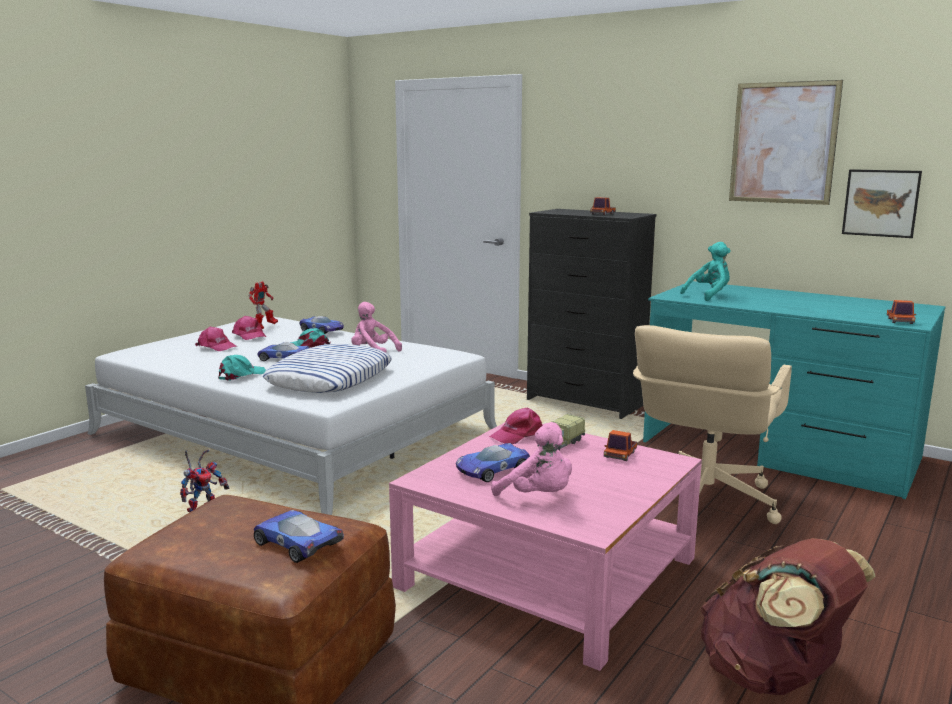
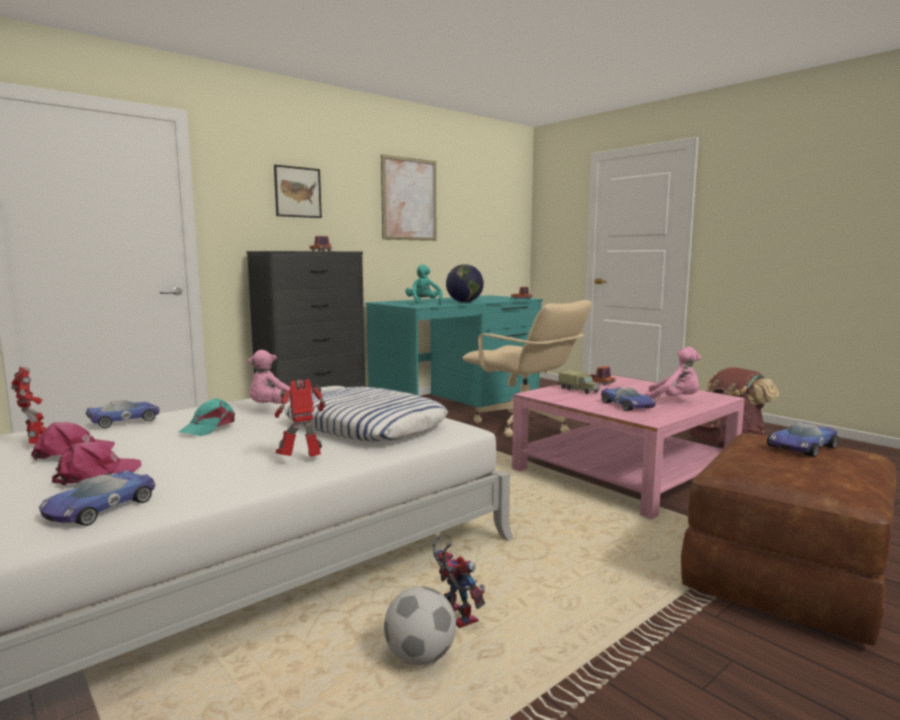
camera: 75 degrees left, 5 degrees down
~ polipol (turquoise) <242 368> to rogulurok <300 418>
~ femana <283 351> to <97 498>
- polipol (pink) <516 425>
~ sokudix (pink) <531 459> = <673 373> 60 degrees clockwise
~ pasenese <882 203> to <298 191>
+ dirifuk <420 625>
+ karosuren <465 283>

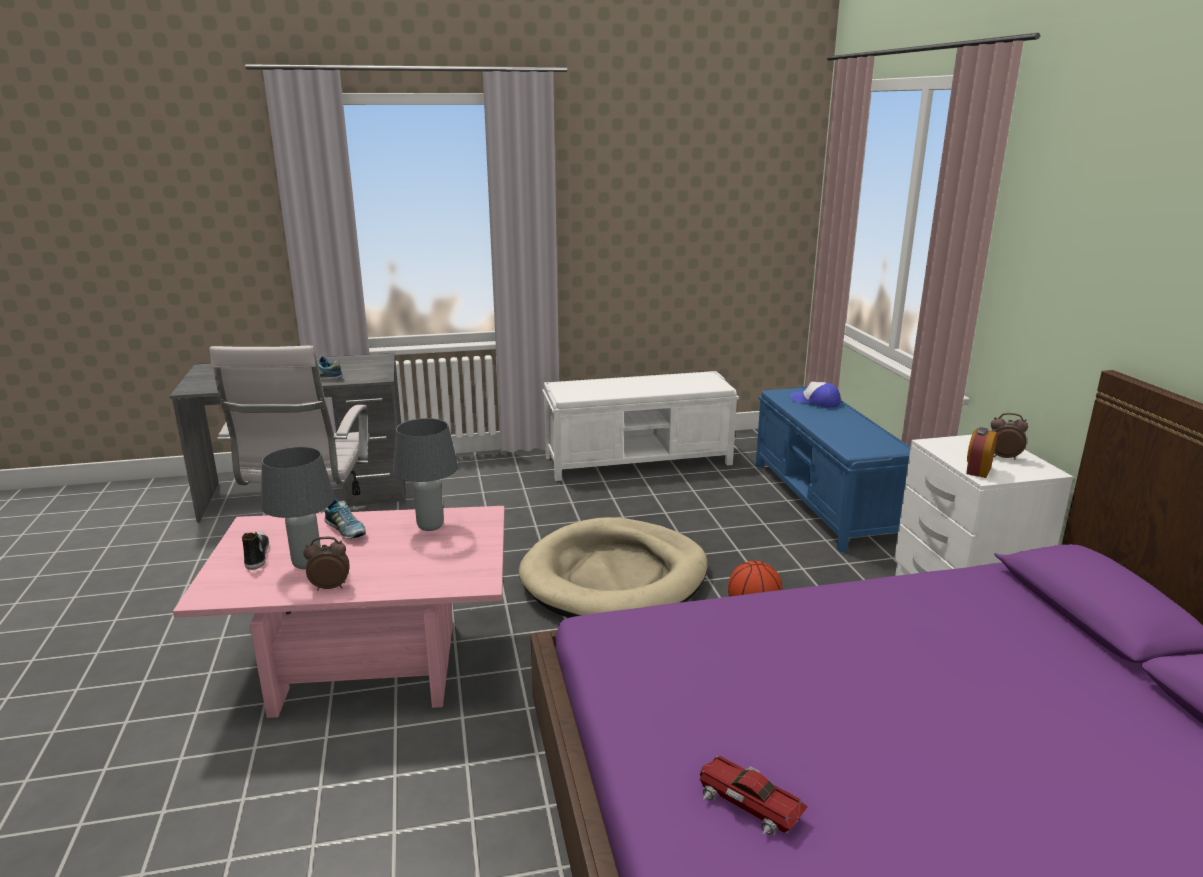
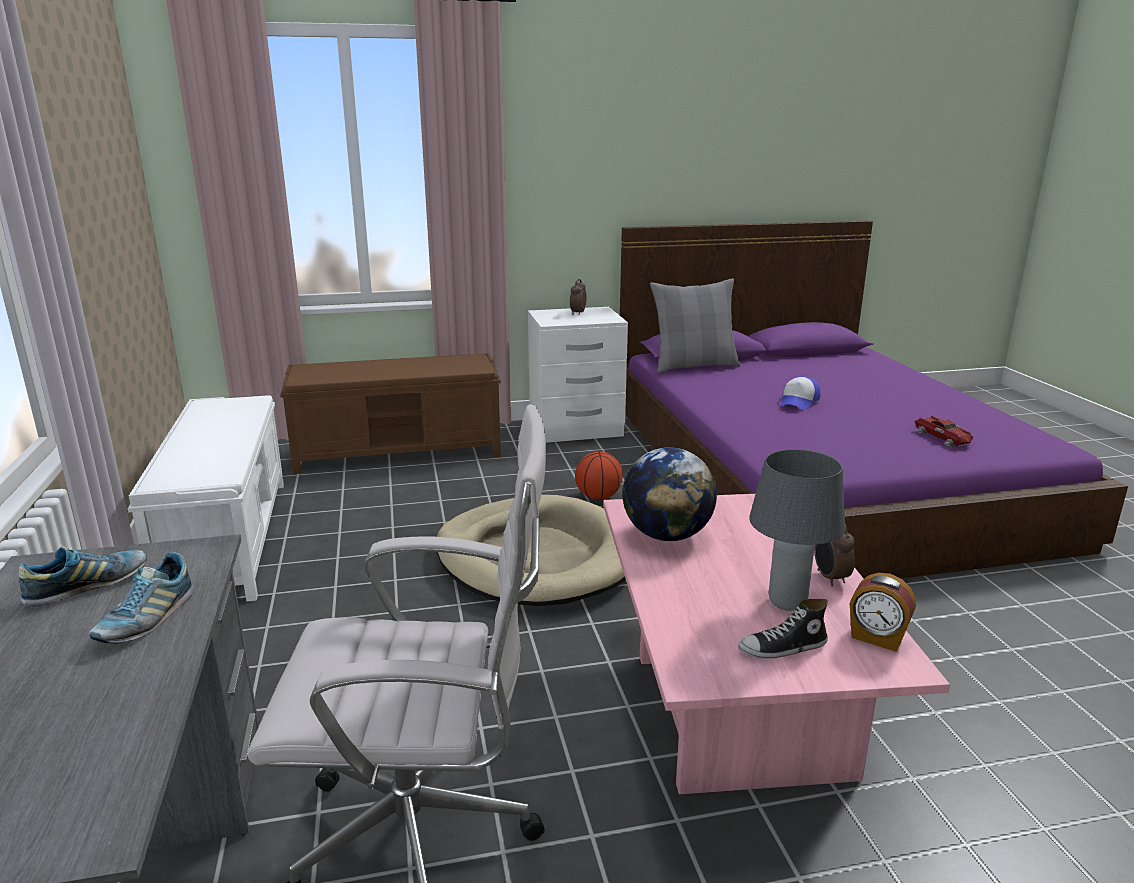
camera: 90 degrees left, 0 degrees up
~ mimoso <345 518> to <83 576>
~ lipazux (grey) <425 474> to karosuren <669 494>
~ femana <754 795> = <943 432> 60 degrees counterclockwise
~ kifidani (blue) <833 469> to kifidani (brown) <390 413>
~ polipol <816 395> to <800 393>
~ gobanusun <981 452> to <882 612>
+ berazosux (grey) <695 325>

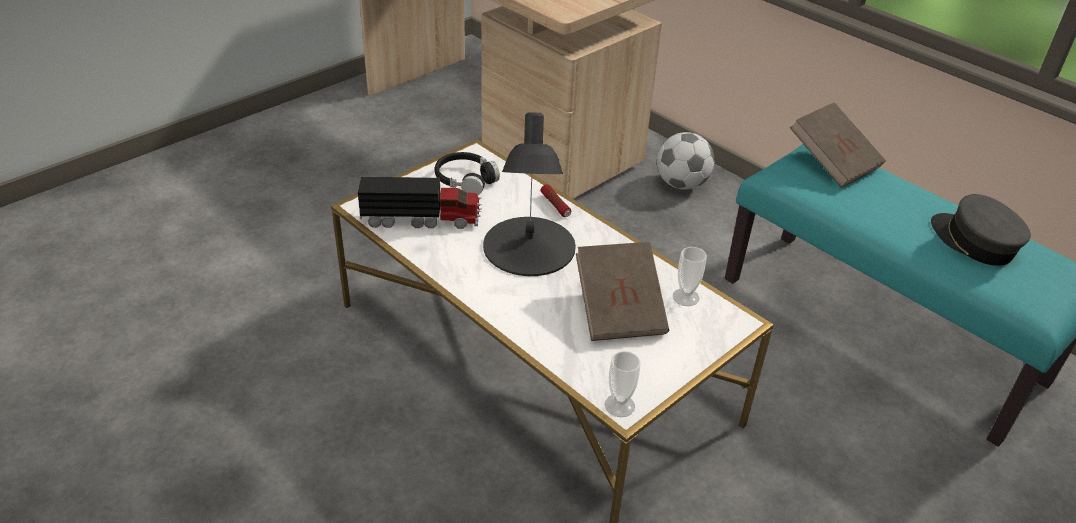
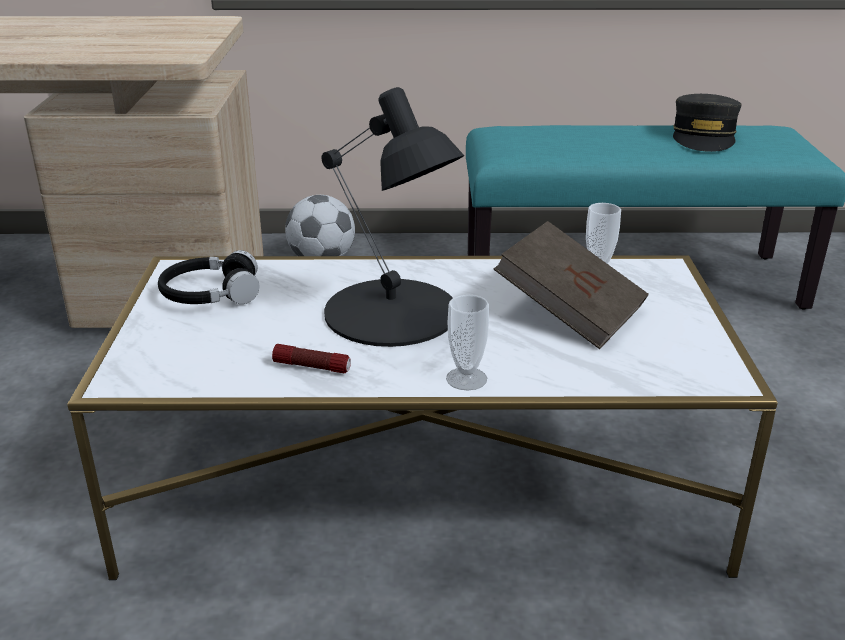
camera: 45 degrees left, 10 degrees down
- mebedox <420 203>
~ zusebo <556 200> to <311 359>
~ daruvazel <623 384> to <467 342>
- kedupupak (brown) <838 145>
~ polipol (grey) <981 230> = <707 123> 90 degrees counterclockwise

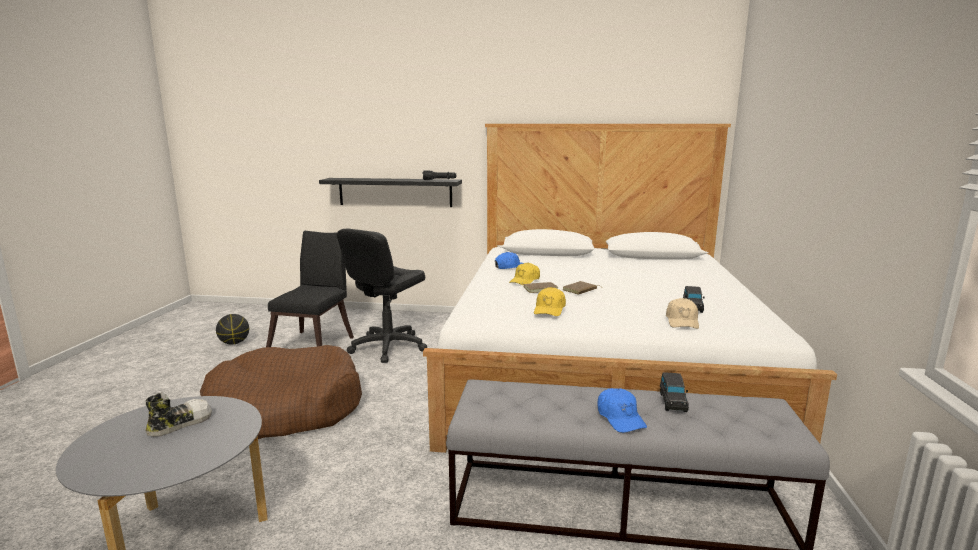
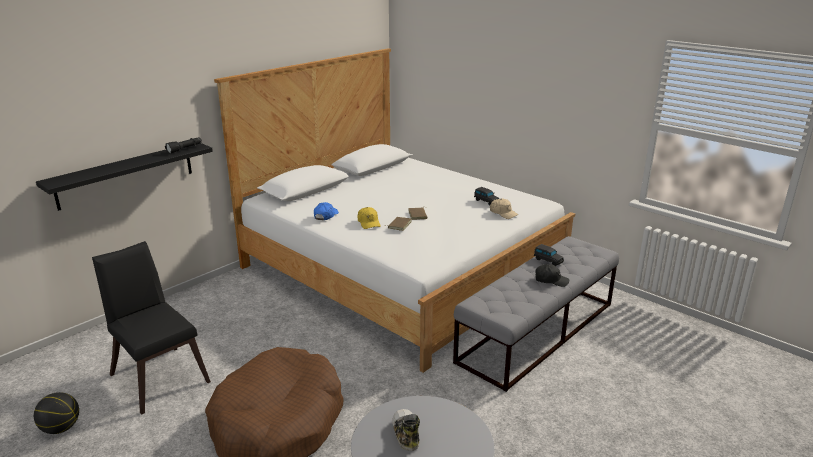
camera: 55 degrees left, 10 degrees up
- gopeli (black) <382 295>
- polipol (yellow) <550 301>
~ polipol (blue) <622 410> to polipol (black) <552 275>

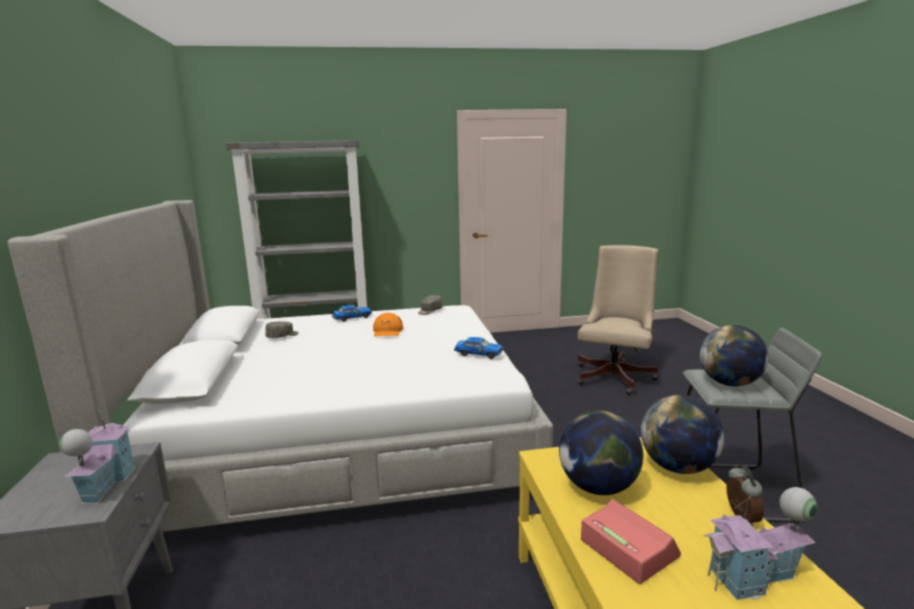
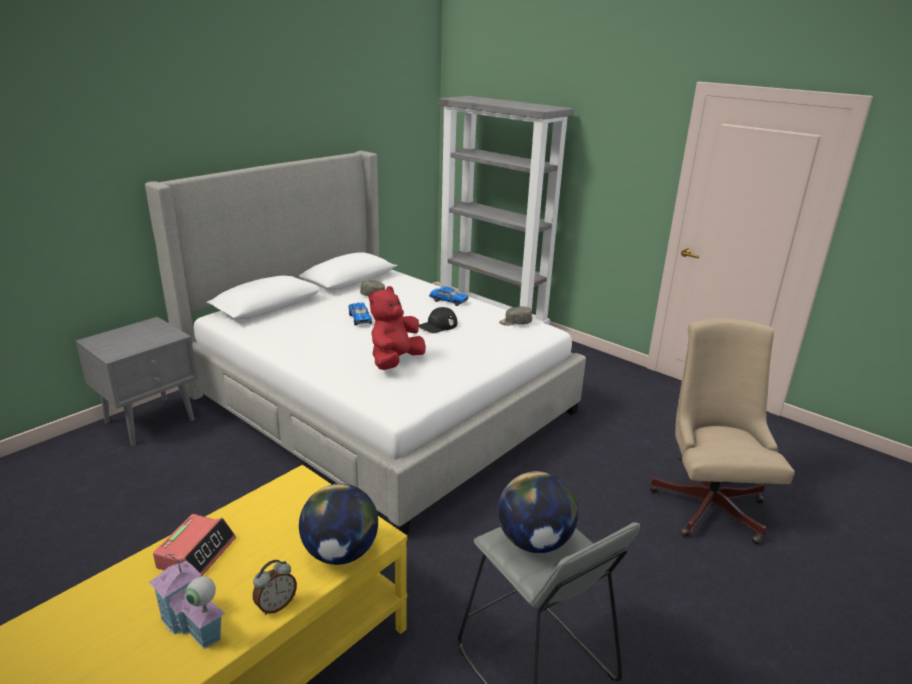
camera: 50 degrees right, 10 degrees up
- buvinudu <97 454>
~ polipol (orange) <388 325> to polipol (black) <438 320>
~ femana <479 348> to <360 314>
- karosuren <601 453>
~ gopeli (beige) <618 320> = <722 431> 75 degrees counterclockwise
+ sokudix (red) <397 328>

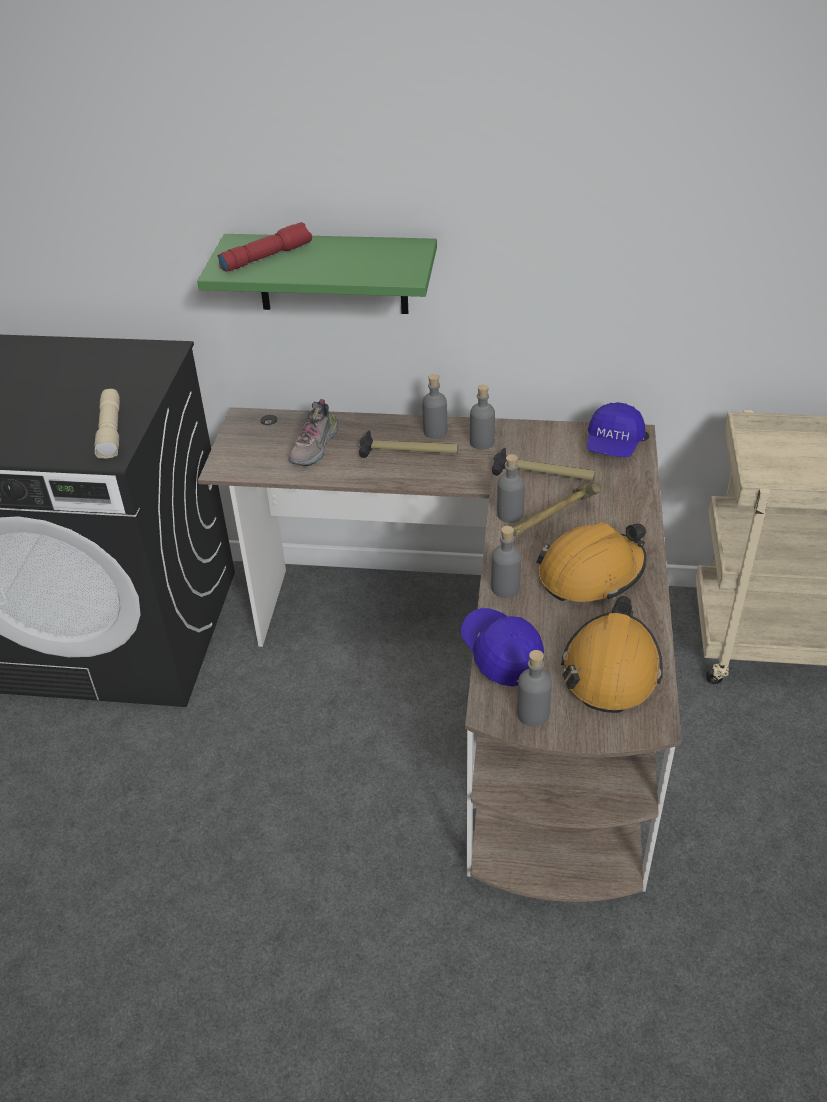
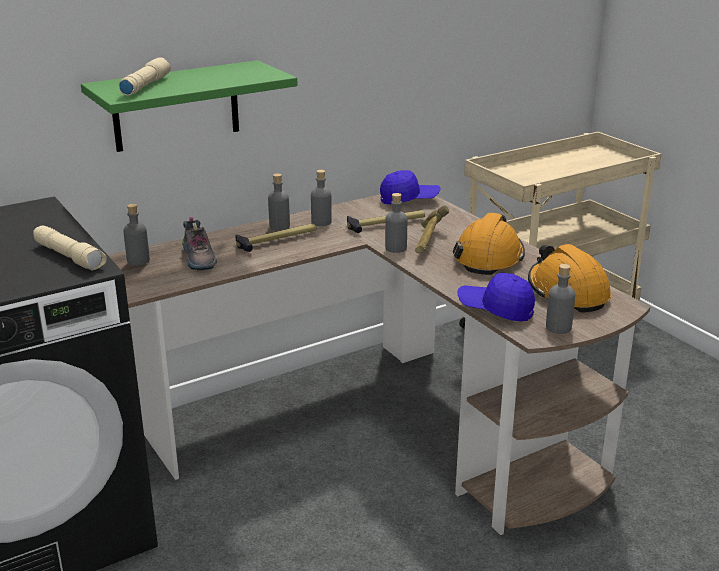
camera: 40 degrees left, 15 degrees down
~ zusebo (red) <265 247> to zusebo (beige) <145 76>
~ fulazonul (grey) <506 562> to <136 235>
~ polipol (blue) <616 429> = <410 187> 75 degrees counterclockwise

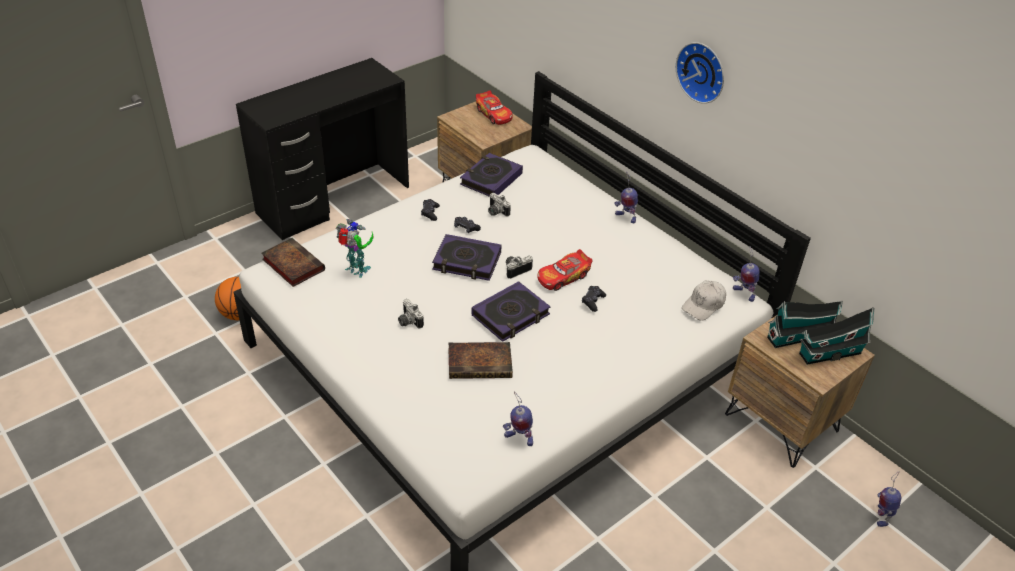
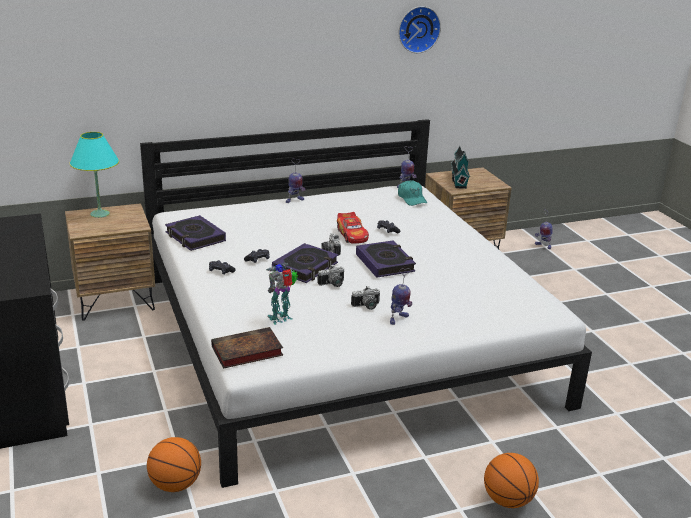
camera: 70 degrees left, 15 degrees down
- kedupupak <481 360>
~ femana <494 107> to lipazux (turquoise) <94 175>
~ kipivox <499 205> to <330 276>
~ rogulurok <518 418> to <401 296>
~ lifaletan <700 73> to <420 29>
~ polipol (white) <704 300> to polipol (turquoise) <412 193>
- buvinudu <837 336>
+ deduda <511 480>

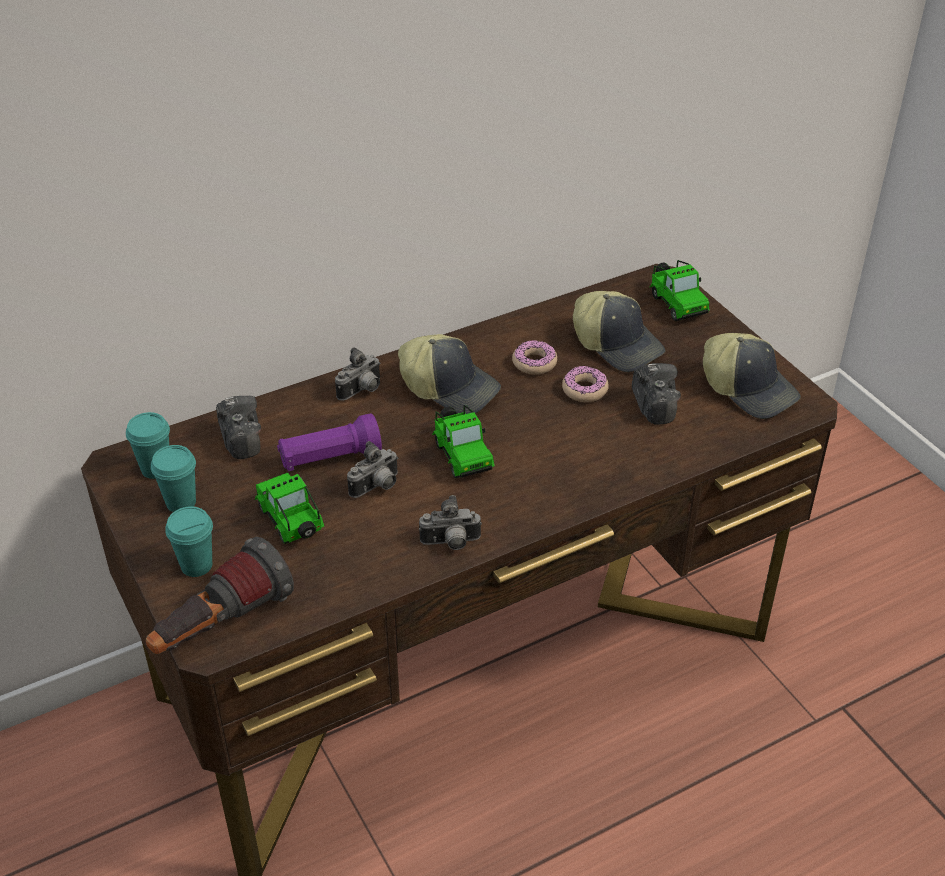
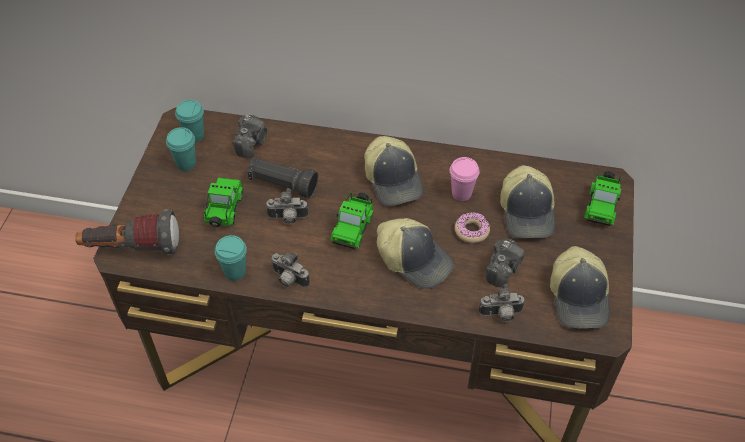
camera: 40 degrees right, 10 degrees up
~ daruvazel (turquoise) <189 541> to <231 258>
~ zusebo (purple) <329 442> to zusebo (black) <283 177>
~ kipivox <358 374> to <502 303>
~ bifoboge <534 357> to daruvazel (pink) <464 179>
+ polipol <415 253>

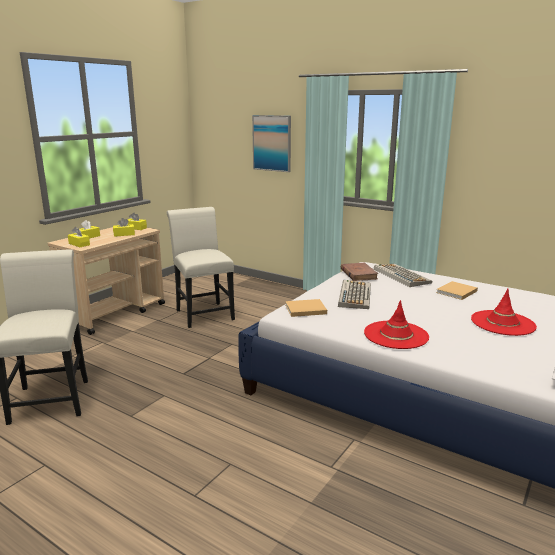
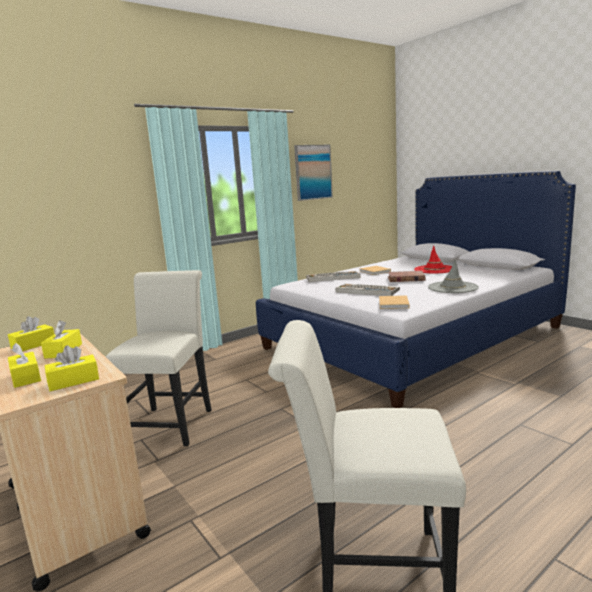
camera: 70 degrees left, 5 degrees down
~ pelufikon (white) <201 267> = <158 358> 105 degrees clockwise
~ pasenese <271 143> to <313 173>
~ kedupupak (brown) <360 272> to <406 276>
~ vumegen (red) <396 324> to vumegen (grey) <453 276>

